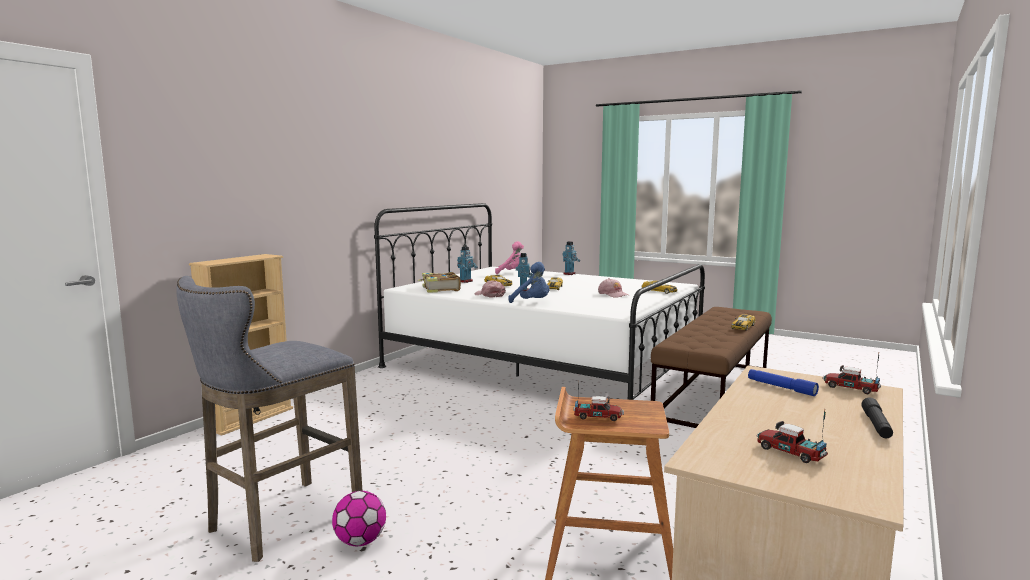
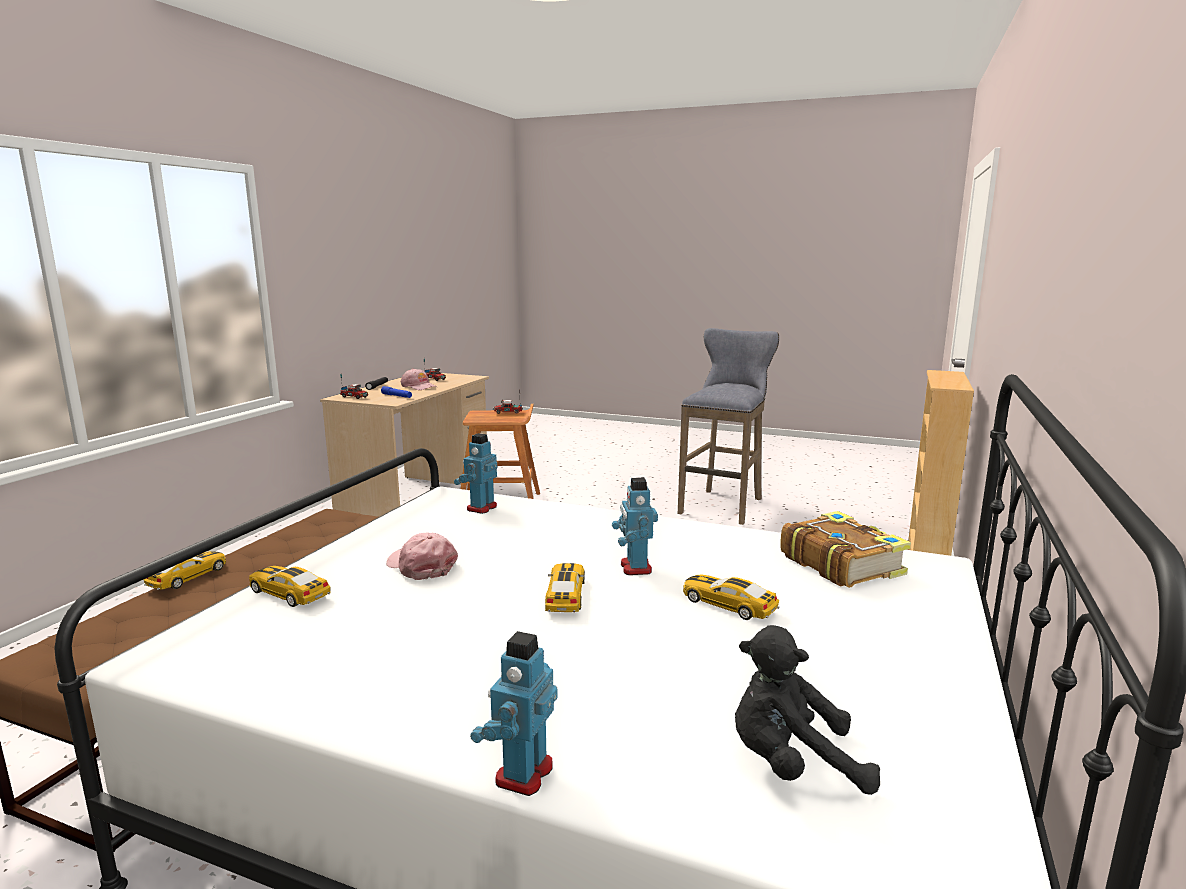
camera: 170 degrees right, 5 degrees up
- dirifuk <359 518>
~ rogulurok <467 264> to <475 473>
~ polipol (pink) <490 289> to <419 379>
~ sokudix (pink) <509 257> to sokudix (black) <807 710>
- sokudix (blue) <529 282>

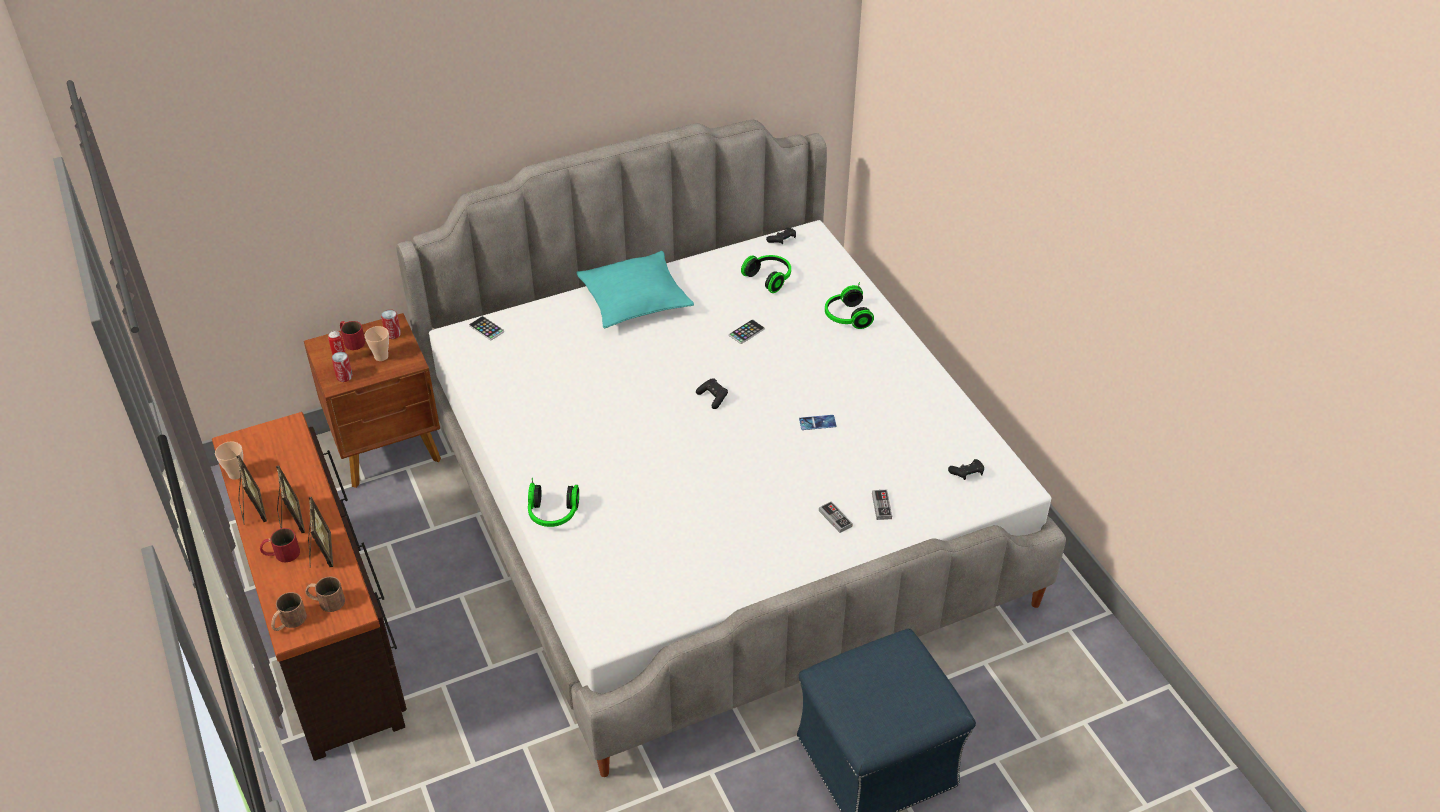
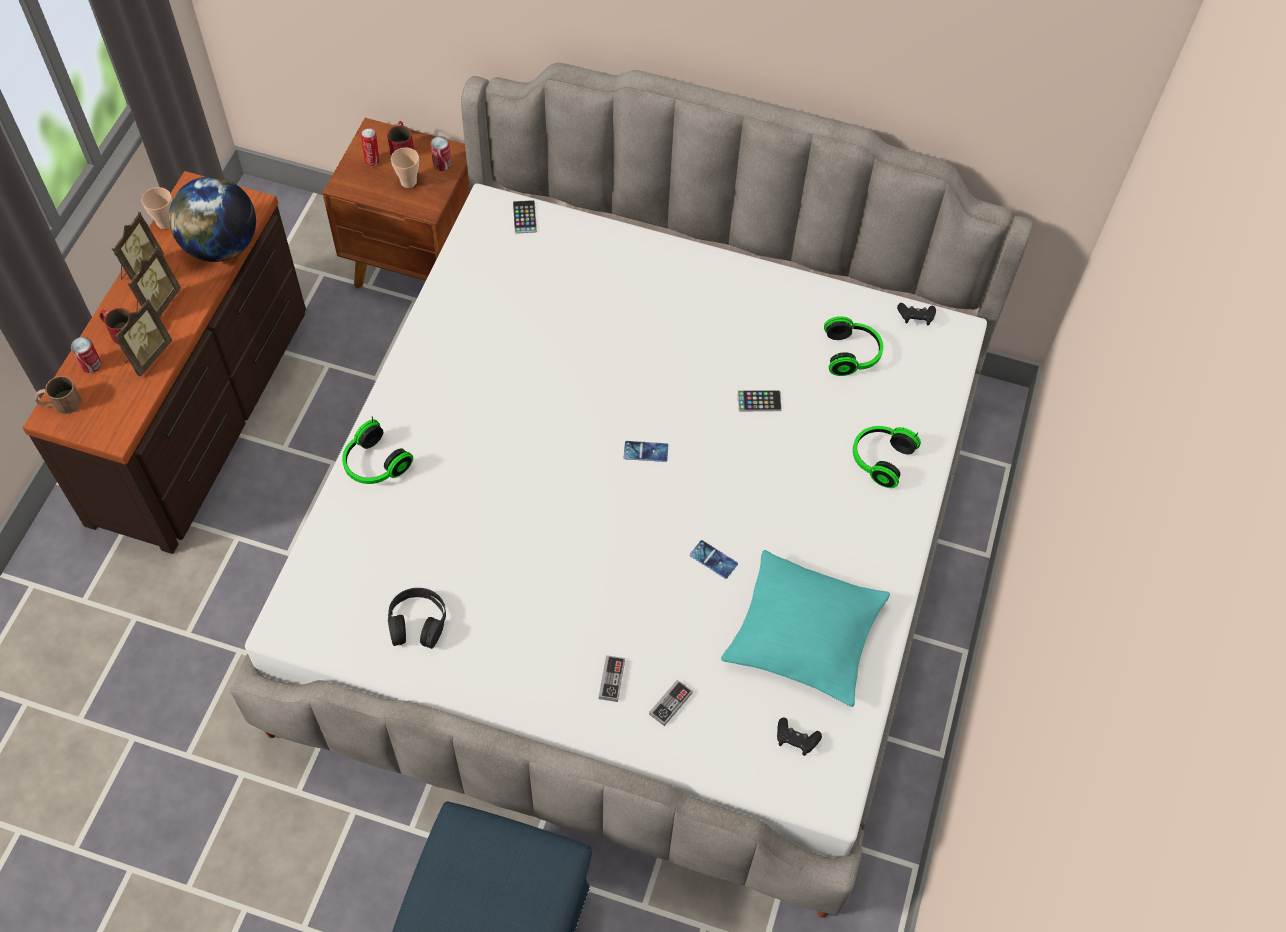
camera: 40 degrees right, 15 degrees up
- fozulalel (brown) <325 594>
~ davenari <342 367> to <86 355>
~ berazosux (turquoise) <635 289> to <805 628>
~ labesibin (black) <712 393> to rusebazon <646 451>
+ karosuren <212 219>
+ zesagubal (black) <417 618>

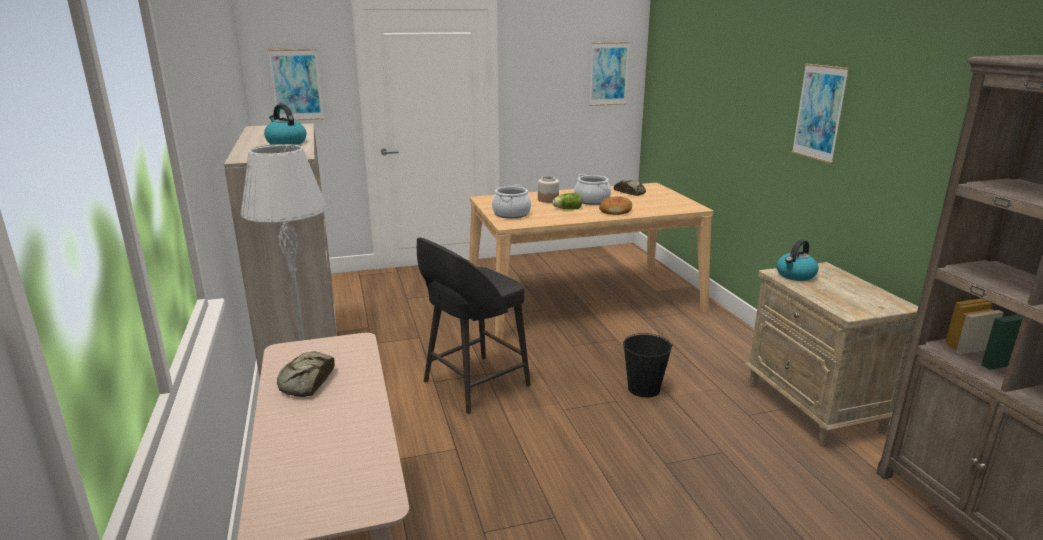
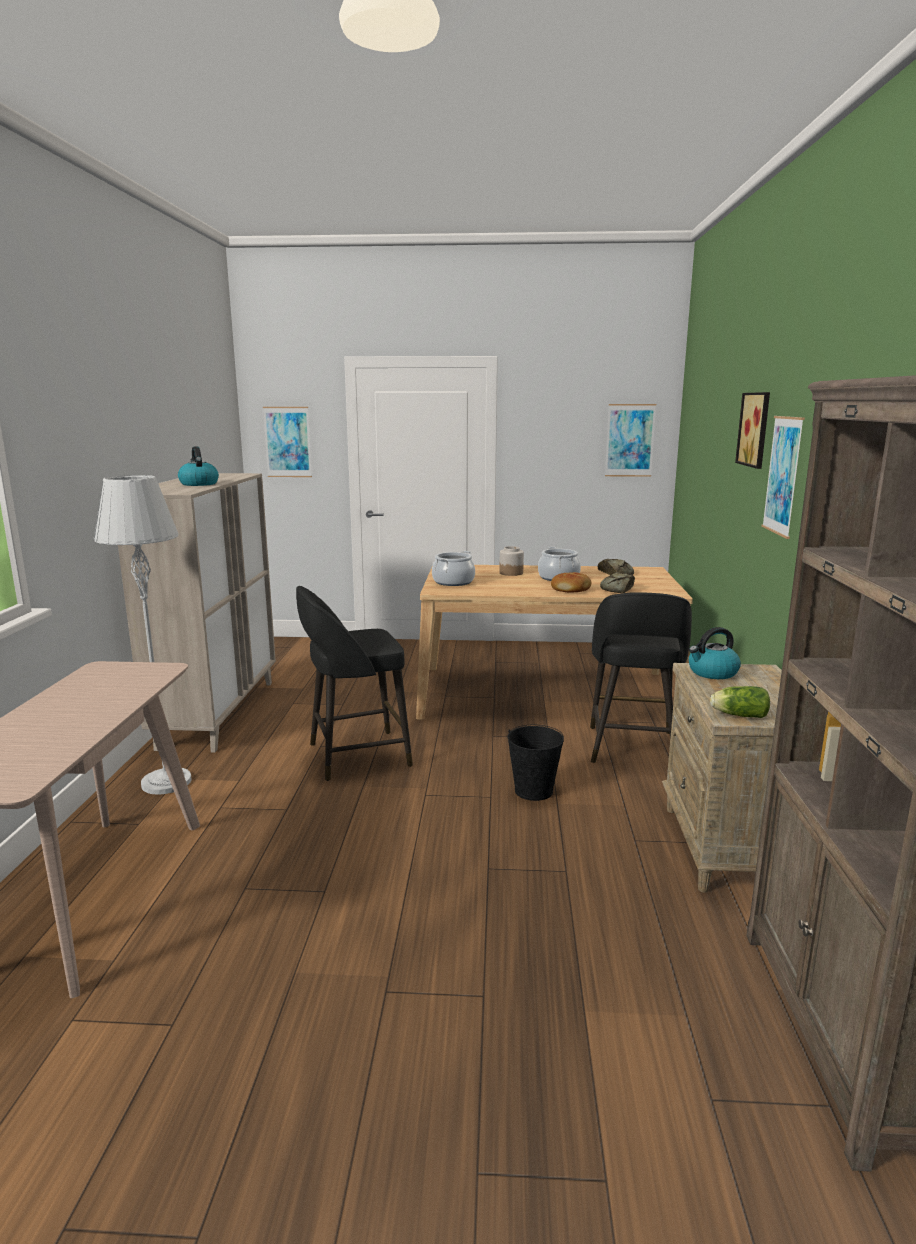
camera: 20 degrees right, 5 degrees down
~ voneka <306 374> to <617 582>
~ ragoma <567 201> to <740 702>
+ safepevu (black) <641 677>
+ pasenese <752 430>

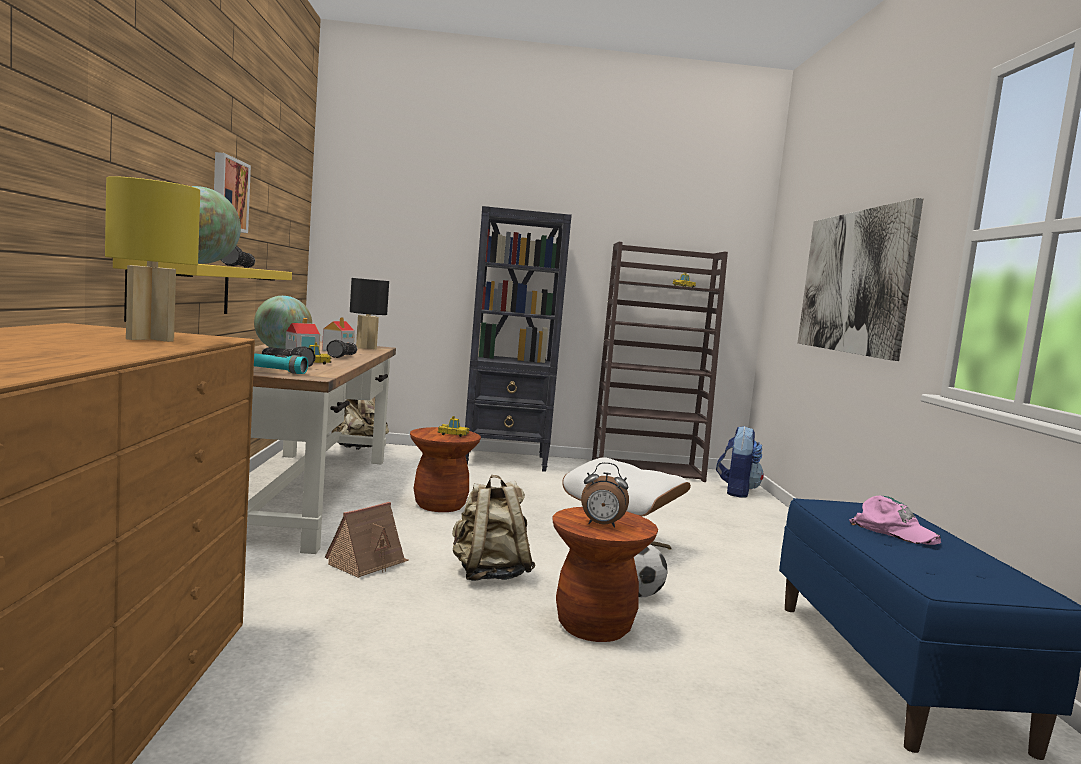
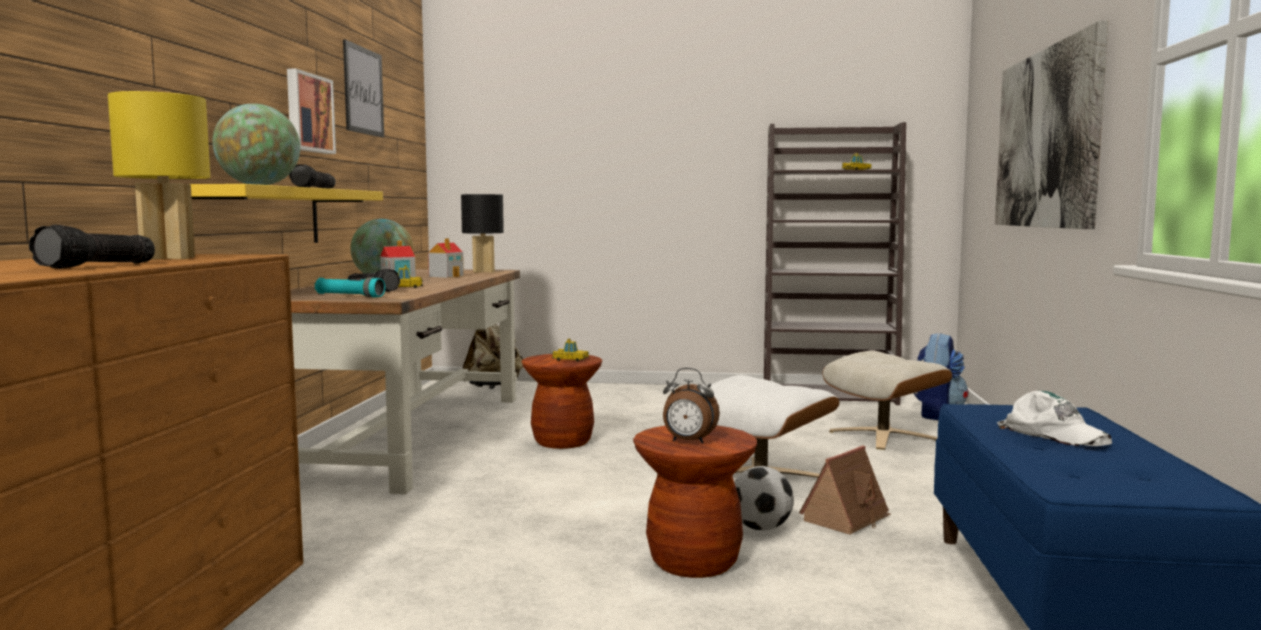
camera: 10 degrees right, 0 degrees up
~ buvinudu <367 540> to <845 490>
~ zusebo <341 349> to <92 247>
- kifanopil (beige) <494 528>
- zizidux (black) <518 339>
~ polipol (pink) <895 520> to polipol (white) <1054 418>
+ pasenese <363 88>
+ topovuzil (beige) <887 400>

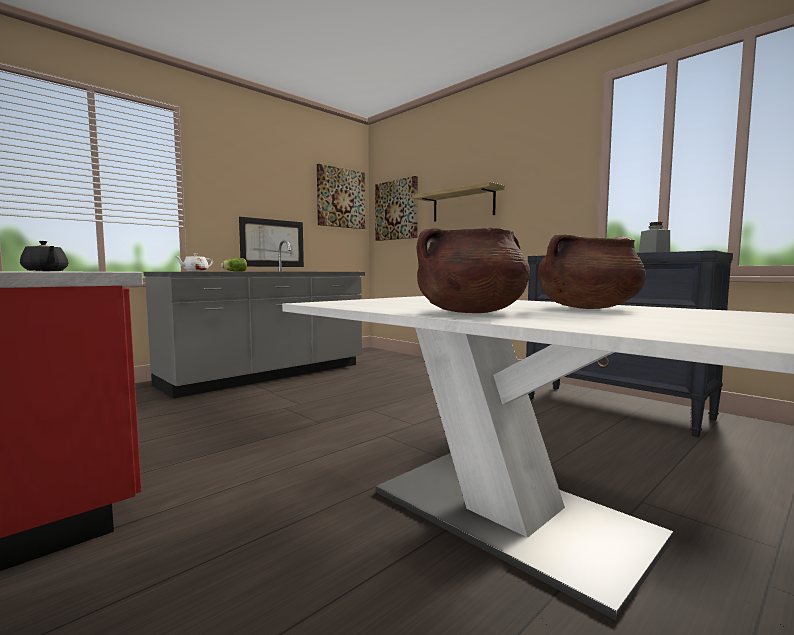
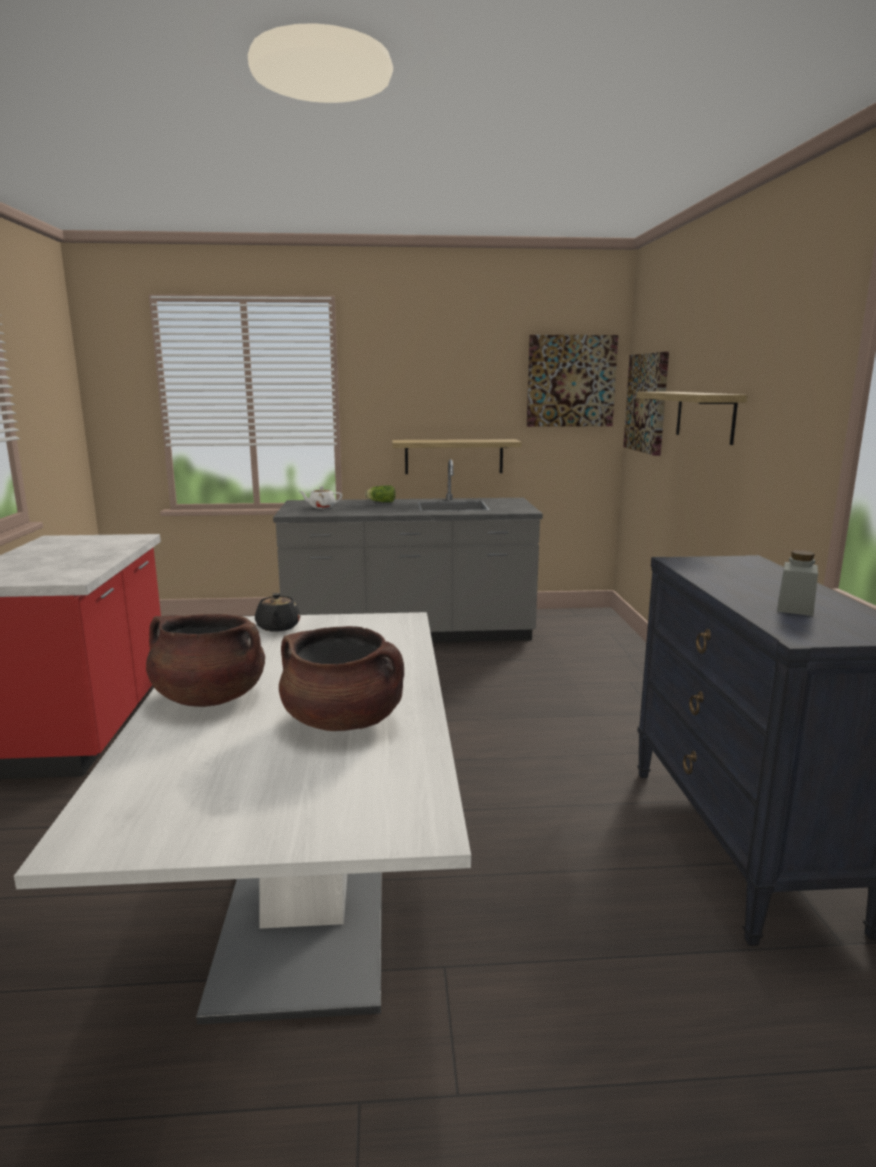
camera: 40 degrees right, 10 degrees up
~ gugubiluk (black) <44 256> to <277 612>
~ pasenese <271 242> to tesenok <457 456>

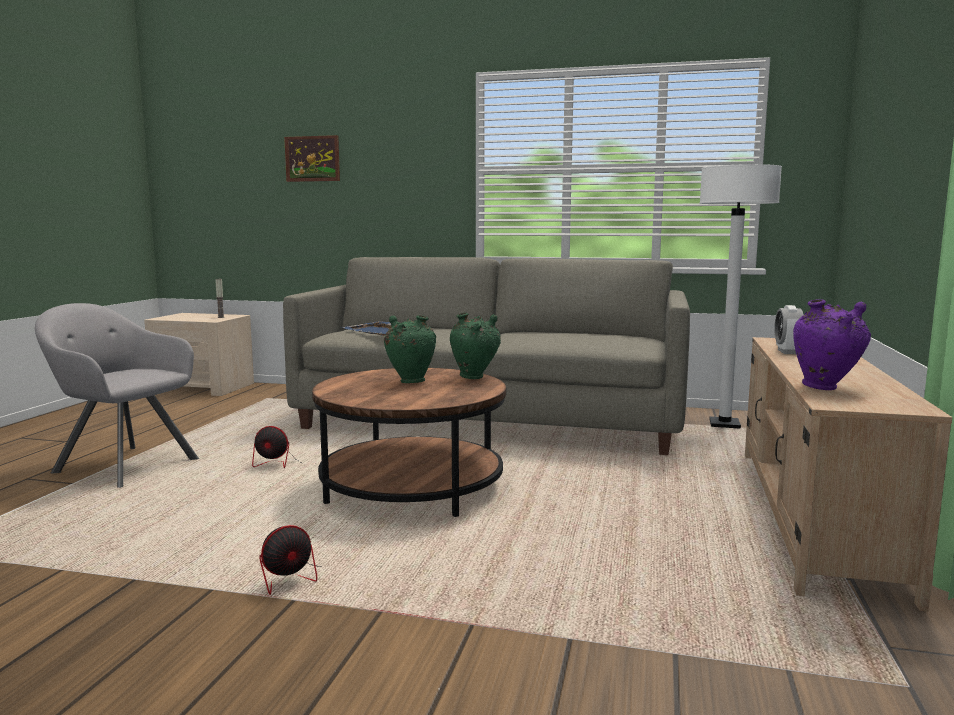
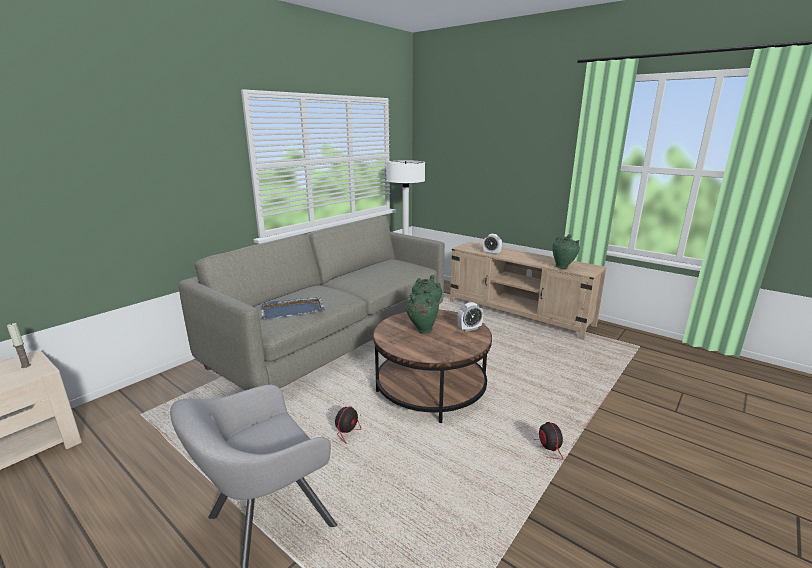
camera: 65 degrees left, 10 degrees up
- pasenese <312 158>
~ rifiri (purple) <832 344> to rifiri (green) <566 251>
+ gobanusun <470 317>

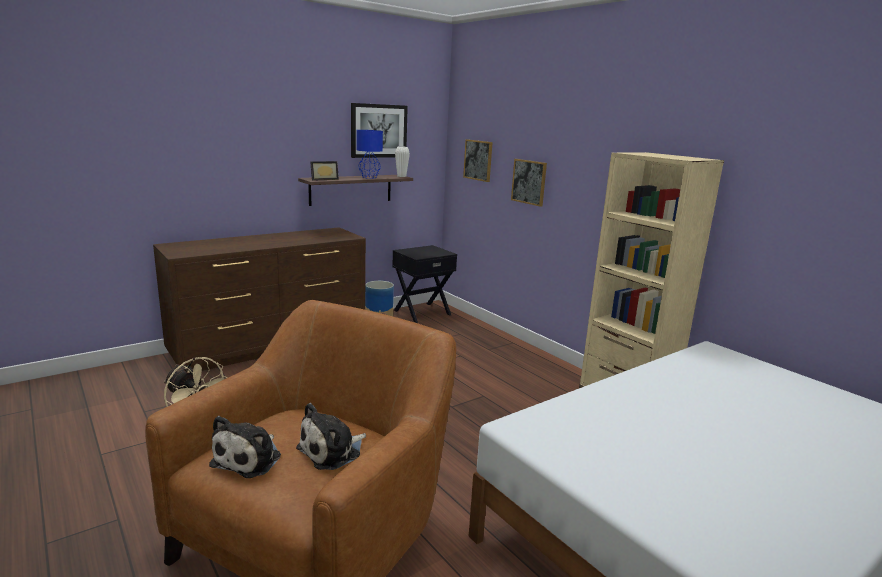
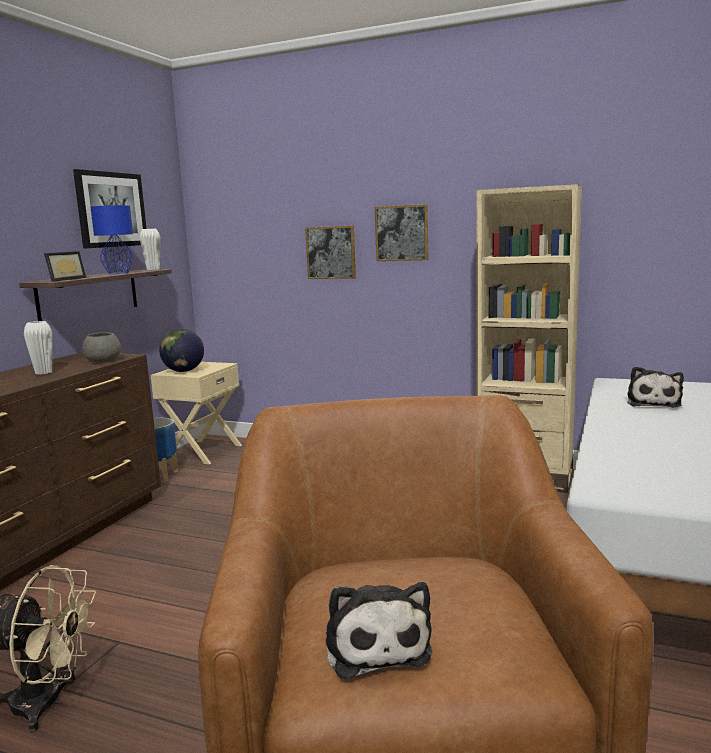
camera: 30 degrees left, 5 degrees down
~ sokudix <331 436> to <655 386>
~ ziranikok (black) <424 284> to ziranikok (beige) <196 413>
~ pasenese <477 160> to <401 232>
+ rifiri (white) <38 347>
+ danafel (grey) <101 347>
+ karosuren <181 350>

